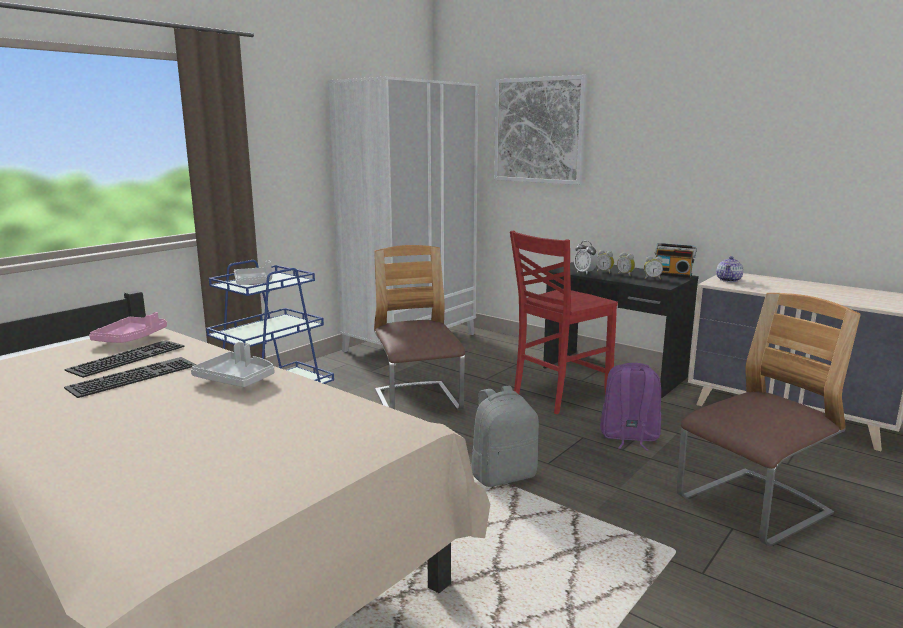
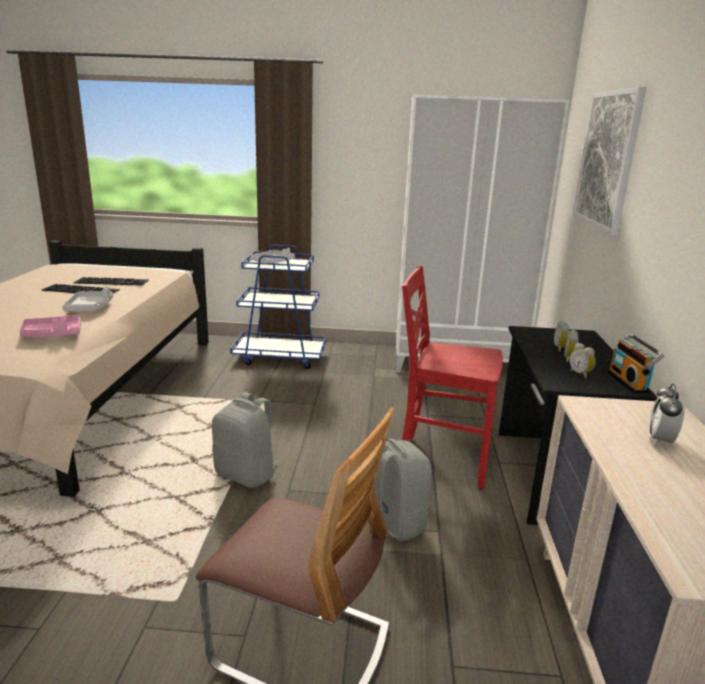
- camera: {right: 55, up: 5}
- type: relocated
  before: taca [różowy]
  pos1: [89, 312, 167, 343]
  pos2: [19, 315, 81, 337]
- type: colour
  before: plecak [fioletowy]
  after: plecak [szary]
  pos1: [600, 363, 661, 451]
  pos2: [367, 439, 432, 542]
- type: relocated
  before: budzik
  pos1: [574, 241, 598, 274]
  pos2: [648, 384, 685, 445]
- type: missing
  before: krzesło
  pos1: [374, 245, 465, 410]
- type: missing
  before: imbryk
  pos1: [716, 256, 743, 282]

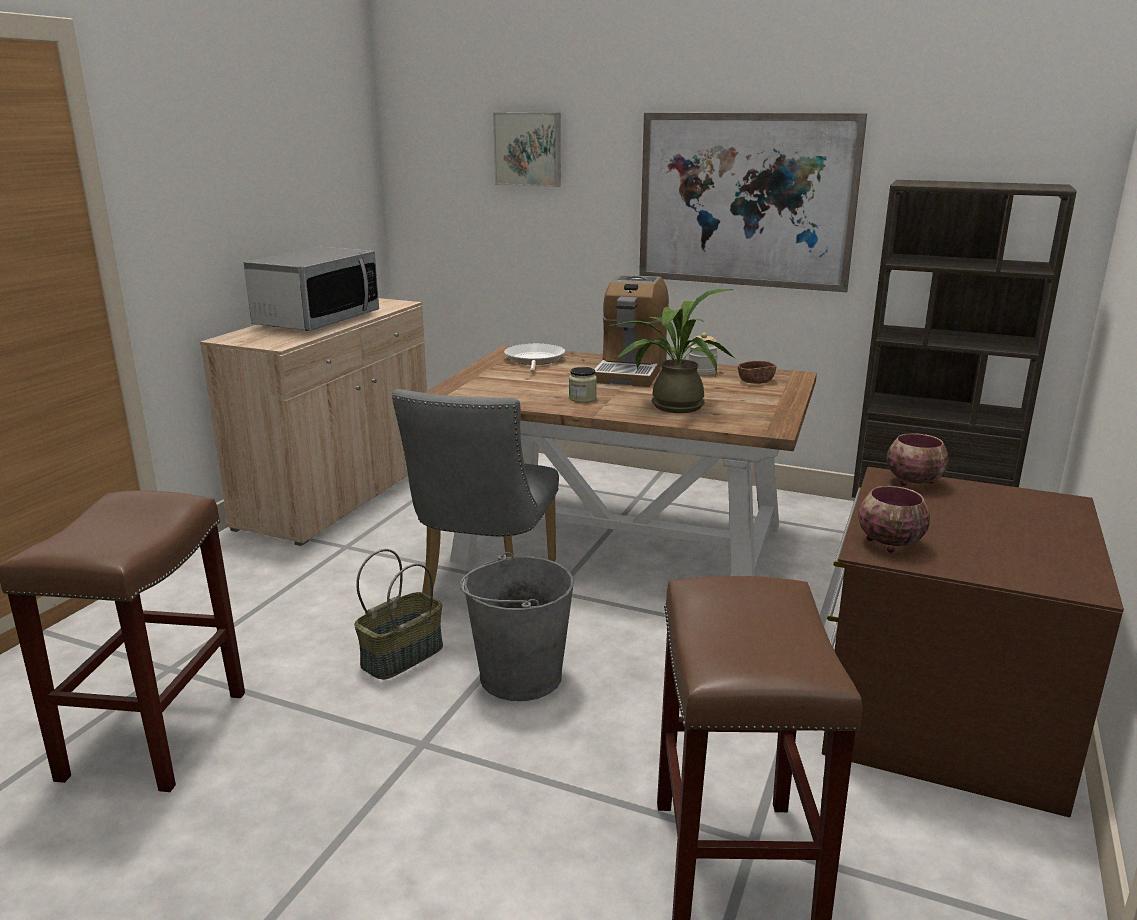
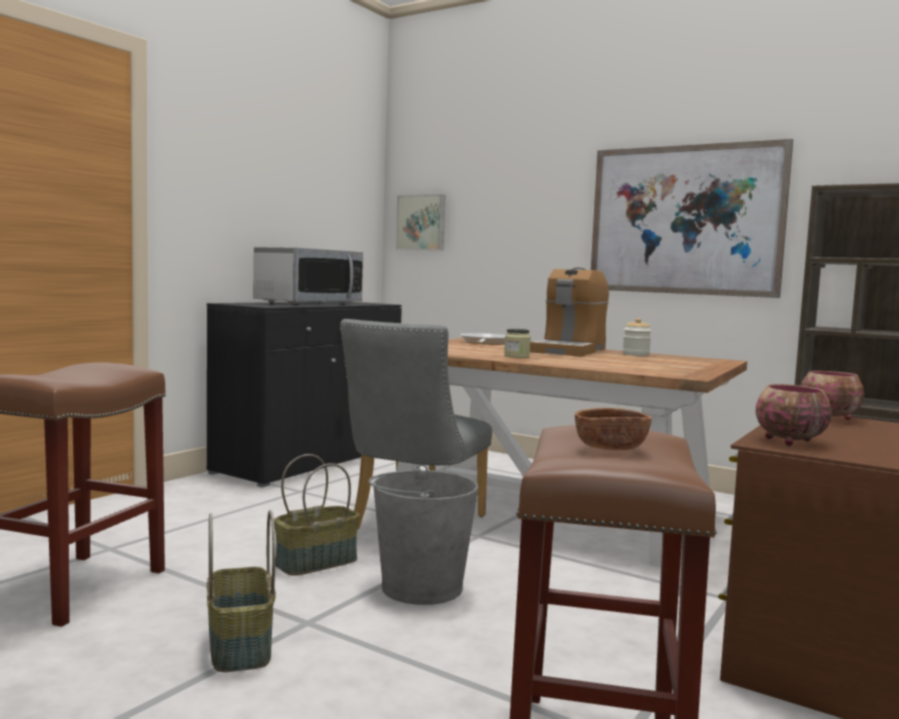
- camera: {right: 10, up: -15}
- type: colour
  before: szafka [beżowy]
  after: szafka [czarny]
  pos1: [200, 298, 427, 546]
  pos2: [206, 301, 402, 487]
- type: appeared
  after: koszyk
  pos2: [207, 510, 276, 672]
- type: relocated
  before: obraz
  pos1: [493, 113, 561, 187]
  pos2: [396, 194, 446, 250]
- type: relocated
  before: miska [brązowy]
  pos1: [738, 361, 776, 384]
  pos2: [575, 408, 652, 450]
- type: missing
  before: roślina doniczkowa
  pos1: [609, 289, 735, 413]

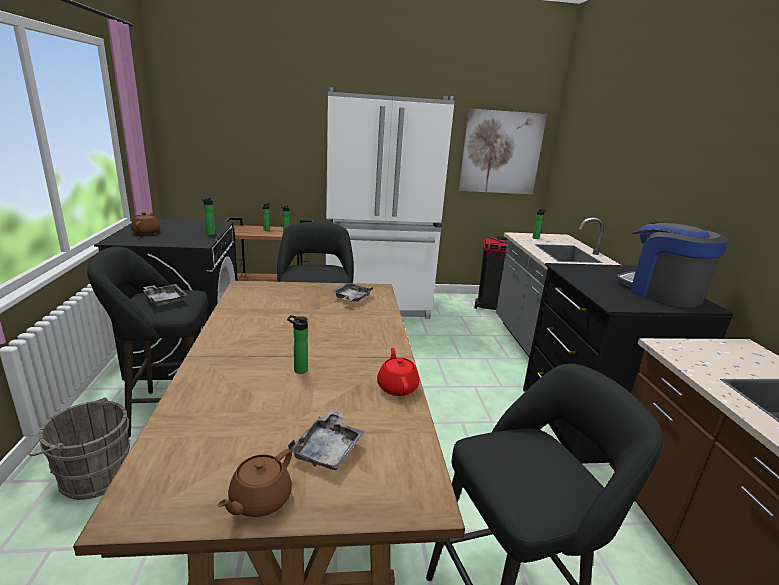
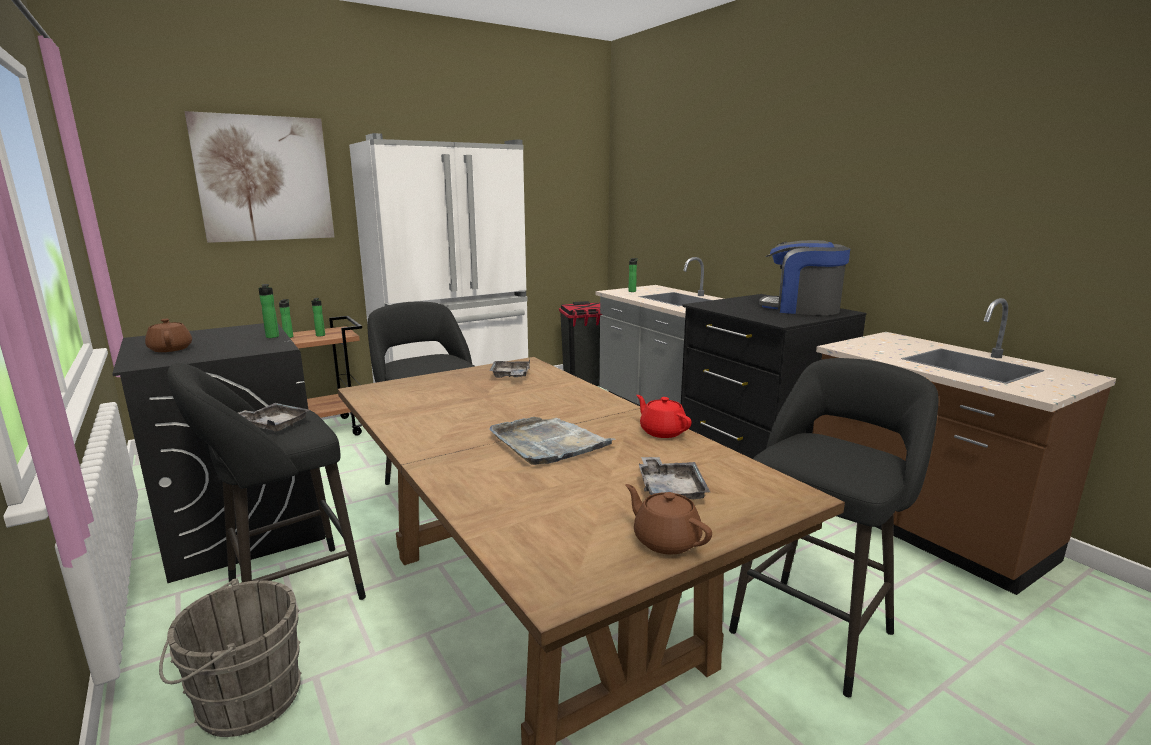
- camera: {right: -25, up: -5}
- type: relocated
  before: obraz
  pos1: [459, 108, 547, 194]
  pos2: [185, 111, 334, 243]
- type: exchanged
  before: butelka
  after: taca [szary]
  pos1: [287, 315, 308, 374]
  pos2: [489, 417, 616, 465]
- type: spun
  before: imbryk [brązowy]
  pos1: [217, 449, 292, 517]
  pos2: [626, 484, 712, 555]
  turn: 135

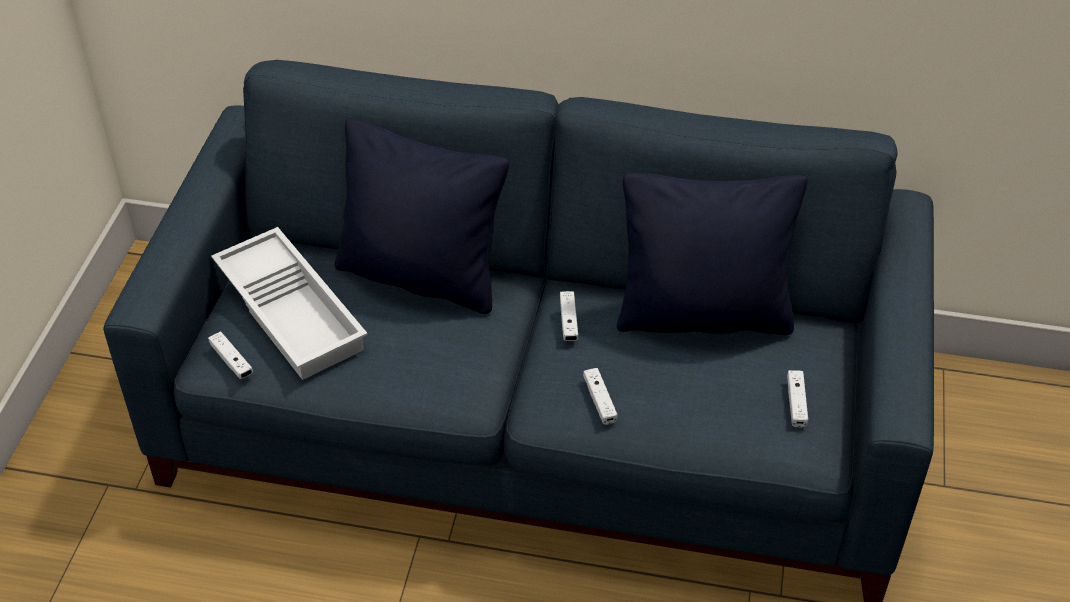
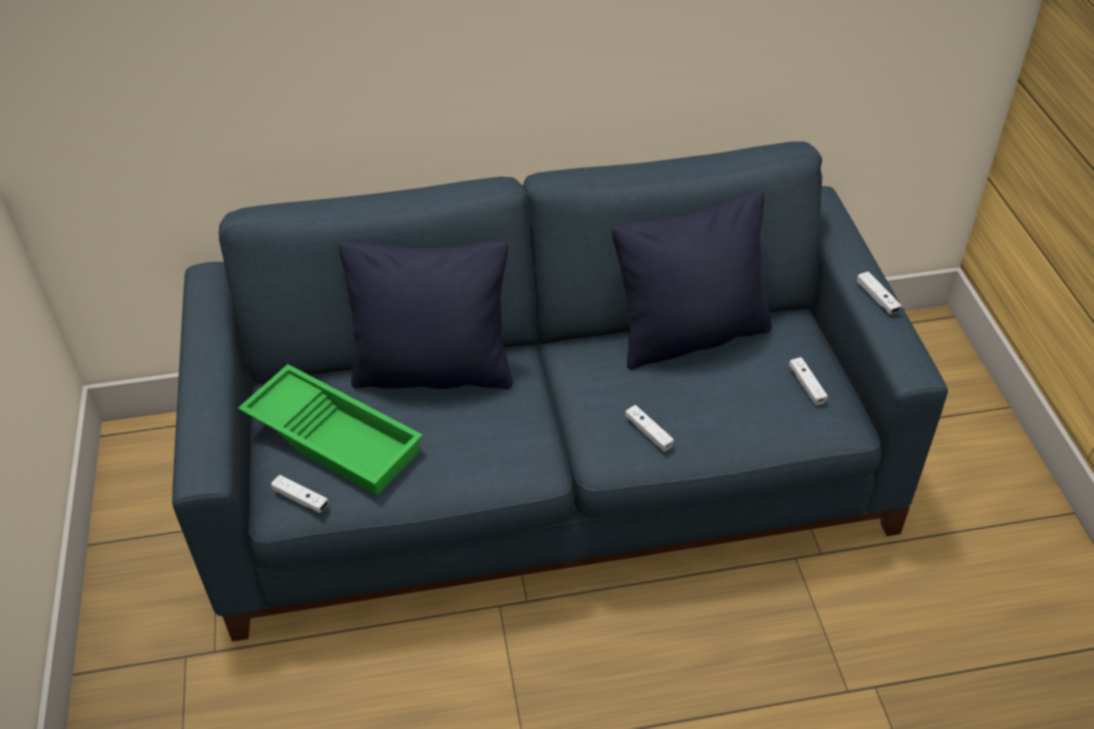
- camera: {right: -20, up: 0}
- type: colour
  before: taca [biały]
  after: taca [zielony]
  pos1: [211, 227, 368, 380]
  pos2: [238, 364, 423, 495]
- type: relocated
  before: pad do gier [biały]
  pos1: [560, 291, 578, 341]
  pos2: [857, 272, 902, 314]

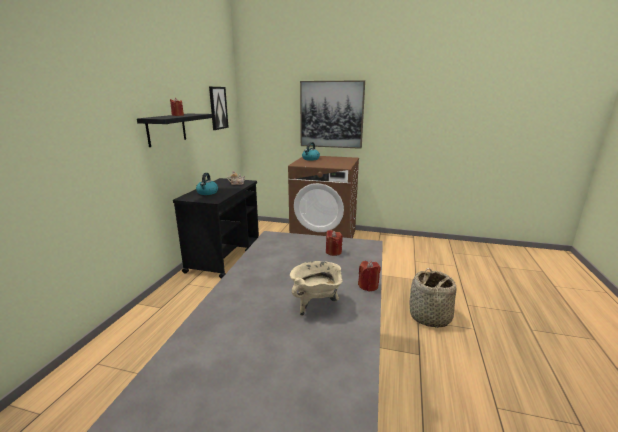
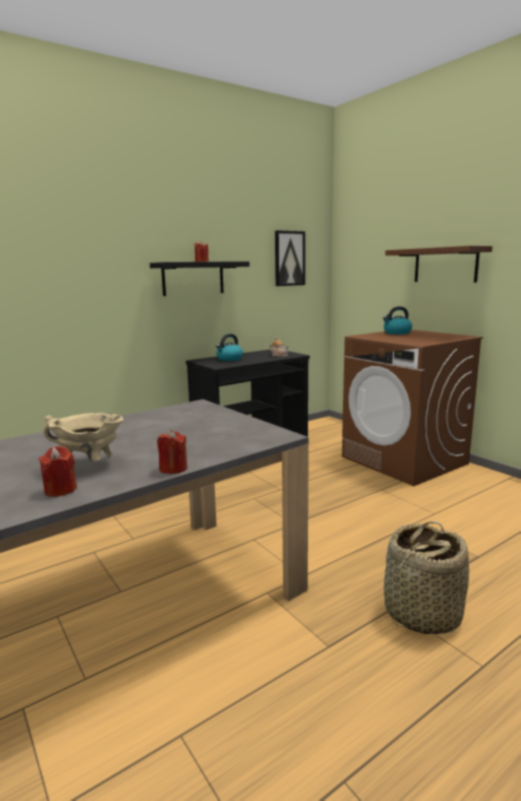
- camera: {right: 40, up: -5}
- type: relocated
  before: świeca [czerwony]
  pos1: [326, 230, 343, 256]
  pos2: [39, 446, 77, 497]
- type: exchanged
  before: obraz
  after: półka [brązowy]
  pos1: [300, 80, 365, 149]
  pos2: [385, 246, 493, 282]

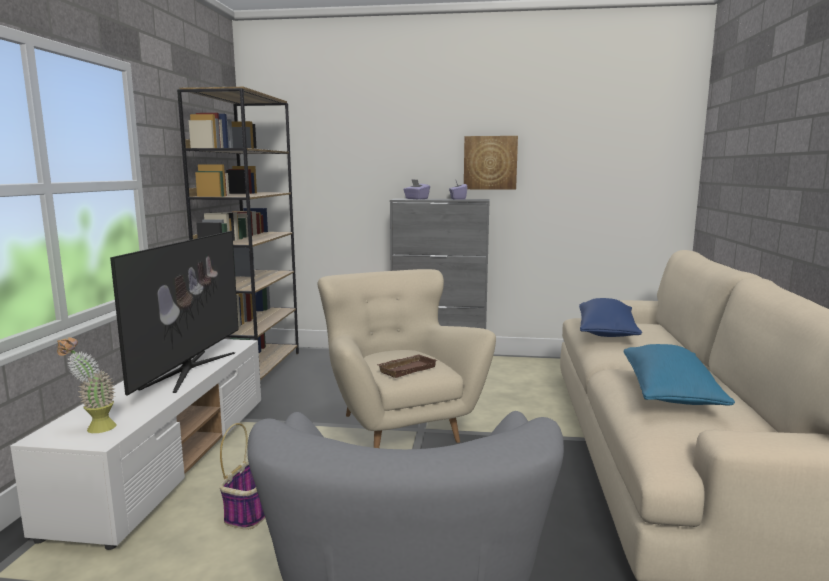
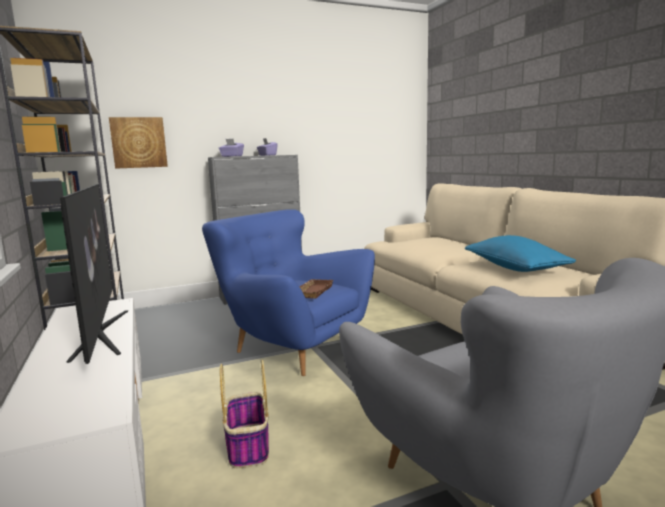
- camera: {right: -30, up: 0}
- type: relocated
  before: obraz
  pos1: [464, 136, 518, 190]
  pos2: [109, 117, 168, 169]
- type: colour
  before: fotel [beżowy]
  after: fotel [niebieski]
  pos1: [317, 269, 496, 448]
  pos2: [202, 209, 375, 376]
- type: missing
  before: roślina doniczkowa
  pos1: [57, 337, 117, 433]
- type: missing
  before: poduszka [niebieski]
  pos1: [579, 298, 642, 337]

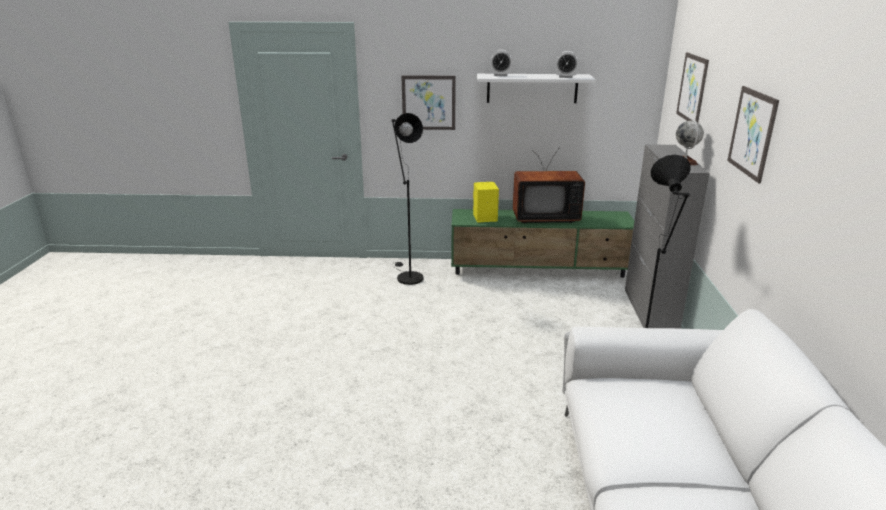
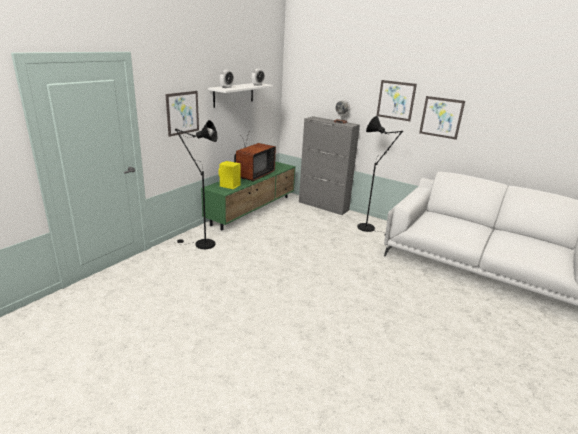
- camera: {right: -60, up: 0}
- type: relocated
  before: obraz
  pos1: [676, 52, 709, 122]
  pos2: [419, 96, 465, 140]

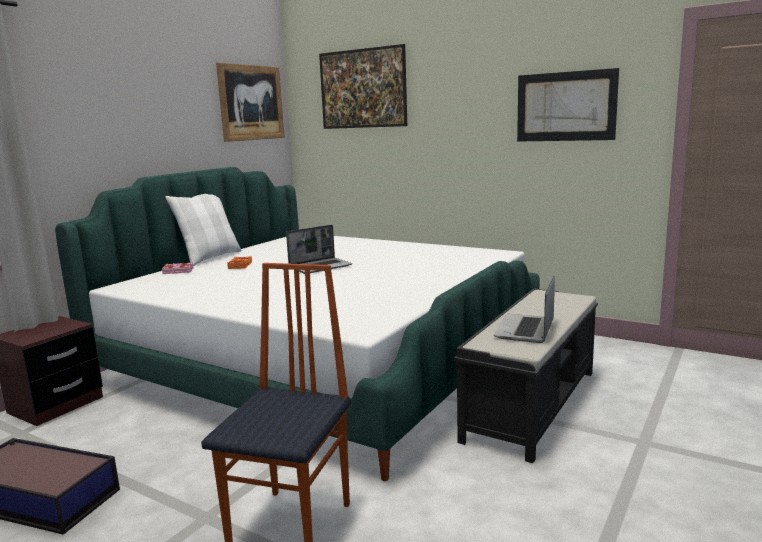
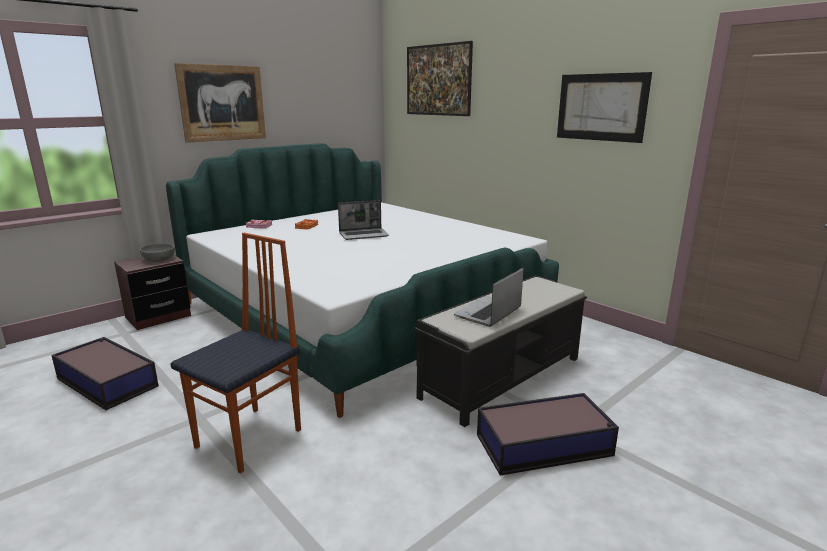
- camera: {right: 15, up: 5}
- type: appeared
  after: miska [szary]
  pos2: [140, 243, 175, 262]
- type: relocated
  before: obraz
  pos1: [216, 63, 285, 142]
  pos2: [174, 63, 266, 143]
- type: appeared
  after: pojemnik do przechowywania
  pos2: [477, 393, 619, 476]
- type: missing
  before: poduszka [biały]
  pos1: [165, 194, 241, 266]

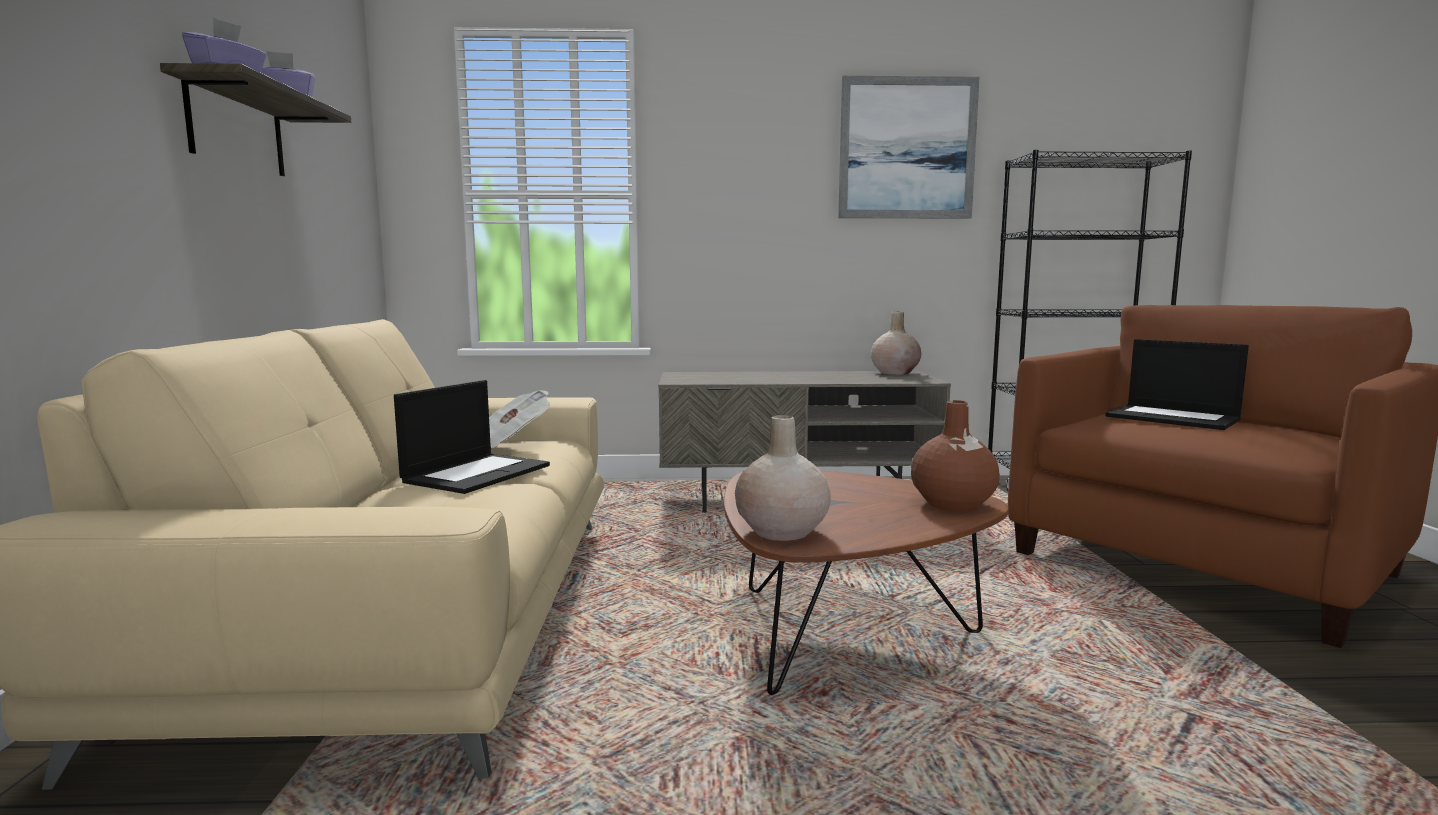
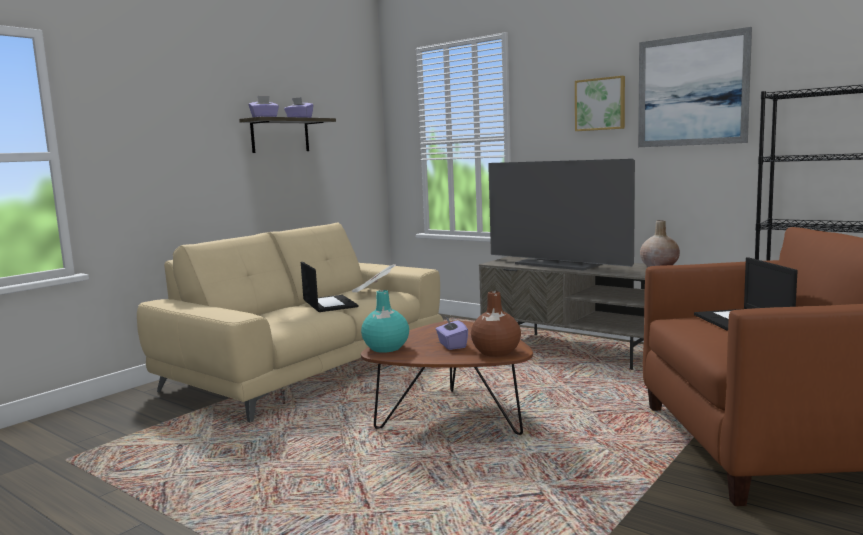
- camera: {right: 40, up: 0}
- type: spun
  before: laptop
  pos1: [394, 380, 550, 494]
  pos2: [301, 262, 359, 312]
  turn: -90
- type: colour
  before: wazon [beżowy]
  after: wazon [turkusowy]
  pos1: [735, 415, 831, 541]
  pos2: [361, 290, 409, 353]
- type: appeared
  after: pudełko chusteczek [fioletowy]
  pos2: [436, 317, 468, 350]
- type: appeared
  after: telewizor
  pos2: [488, 159, 635, 271]
- type: appeared
  after: obraz
  pos2: [575, 76, 625, 131]

